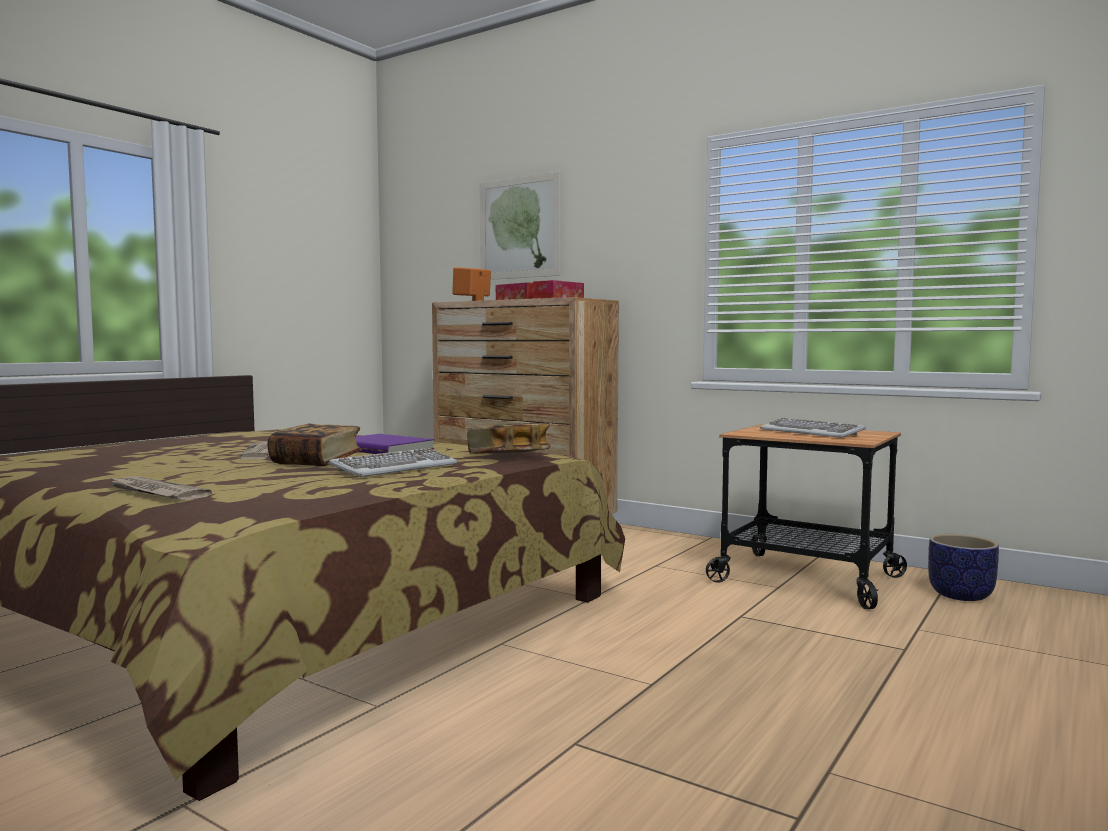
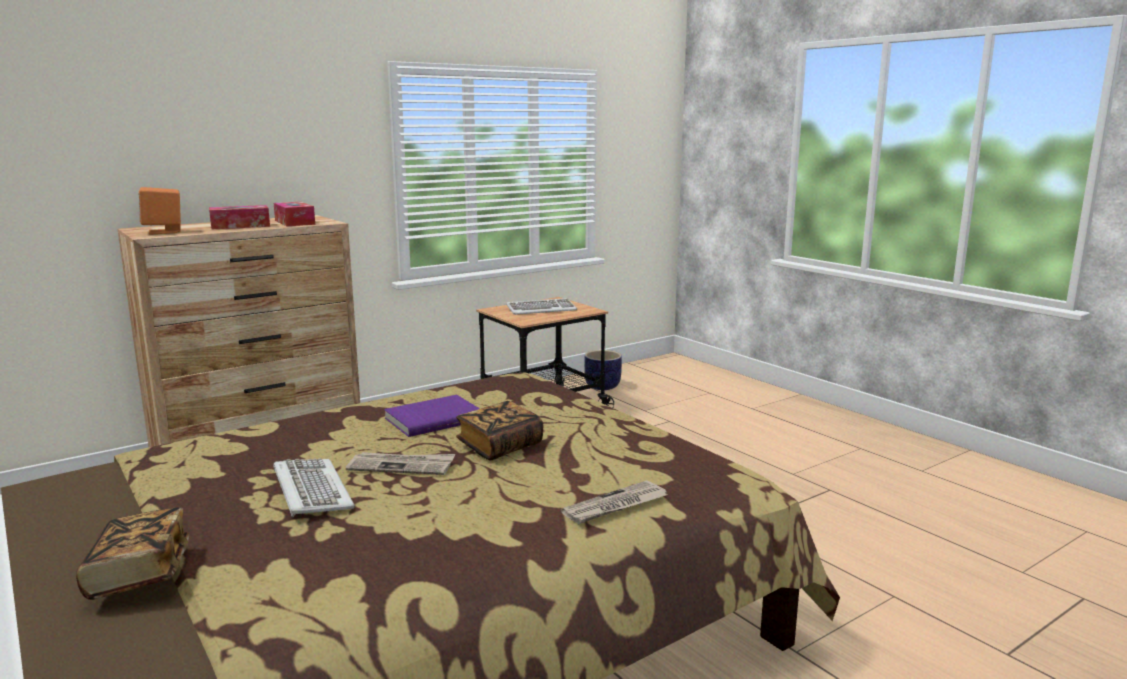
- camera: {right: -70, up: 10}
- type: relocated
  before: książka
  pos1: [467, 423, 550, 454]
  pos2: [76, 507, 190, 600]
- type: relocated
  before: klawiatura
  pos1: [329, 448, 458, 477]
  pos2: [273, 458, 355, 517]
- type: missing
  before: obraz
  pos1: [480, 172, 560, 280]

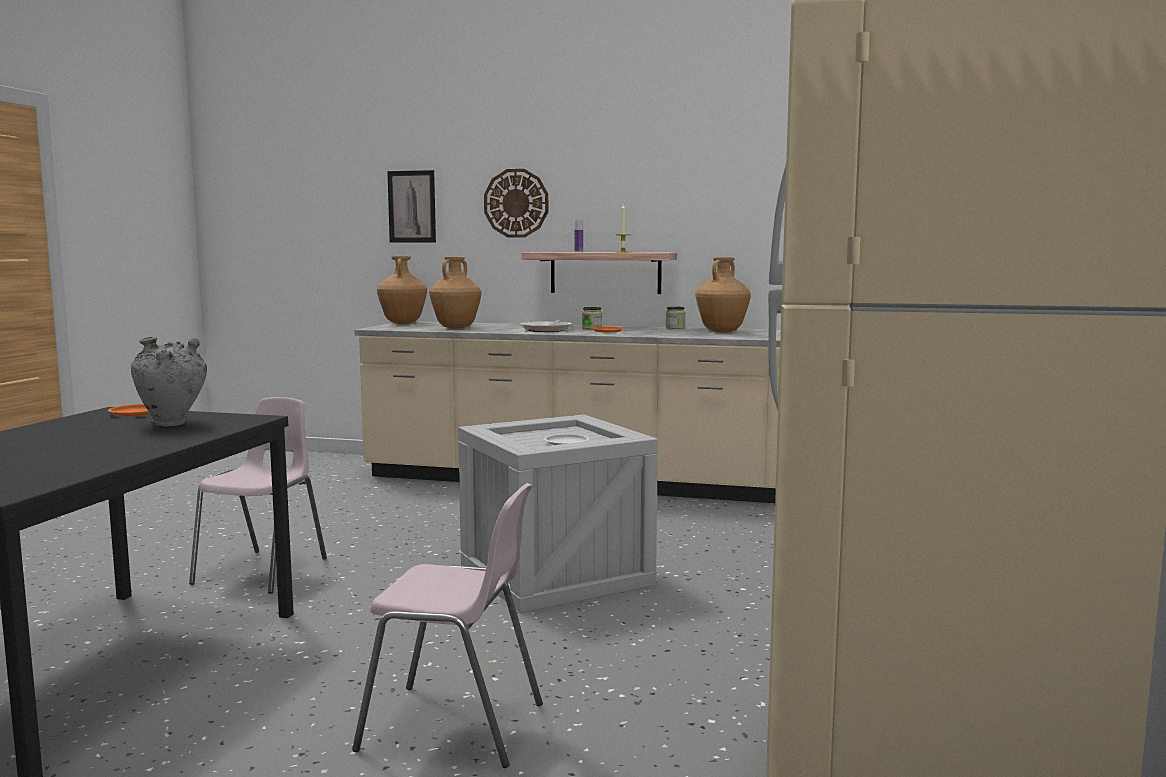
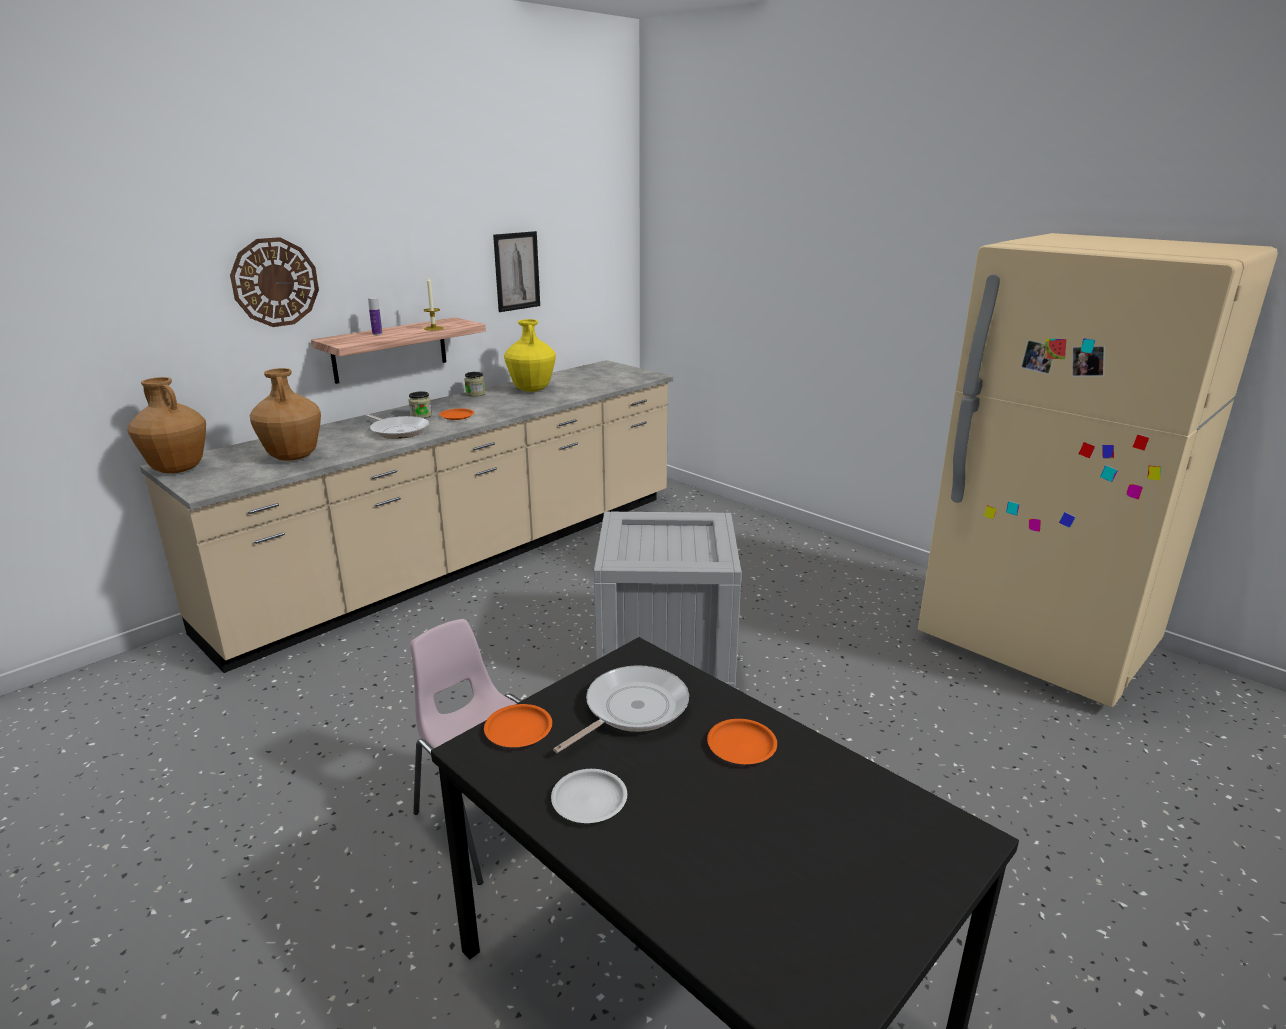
- camera: {right: -60, up: 15}
- type: relocated
  before: obraz
  pos1: [387, 170, 436, 243]
  pos2: [493, 231, 540, 312]
- type: colour
  before: wazon [brązowy]
  after: wazon [żółty]
  pos1: [696, 258, 751, 333]
  pos2: [504, 319, 556, 392]
- type: relocated
  before: talerz [biały]
  pos1: [544, 434, 589, 445]
  pos2: [551, 769, 627, 823]
- type: exchanged
  before: wazon [szary]
  after: patelnia
  pos1: [131, 337, 207, 426]
  pos2: [553, 665, 689, 753]
- type: appeared
  after: talerz [pomarańczowy]
  pos2: [707, 719, 777, 764]
- type: missing
  before: krzesło [różowy]
  pos1: [352, 483, 543, 768]

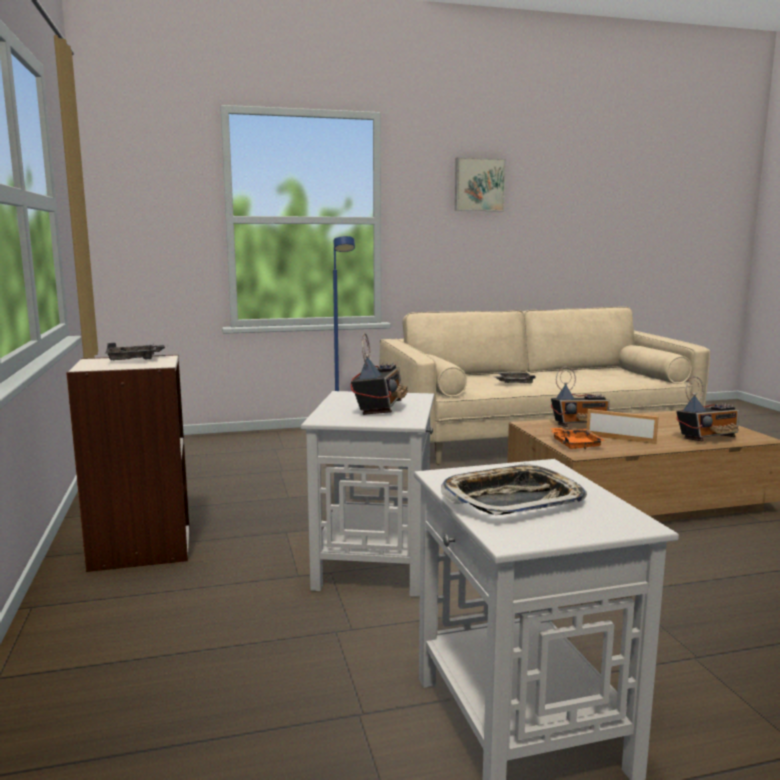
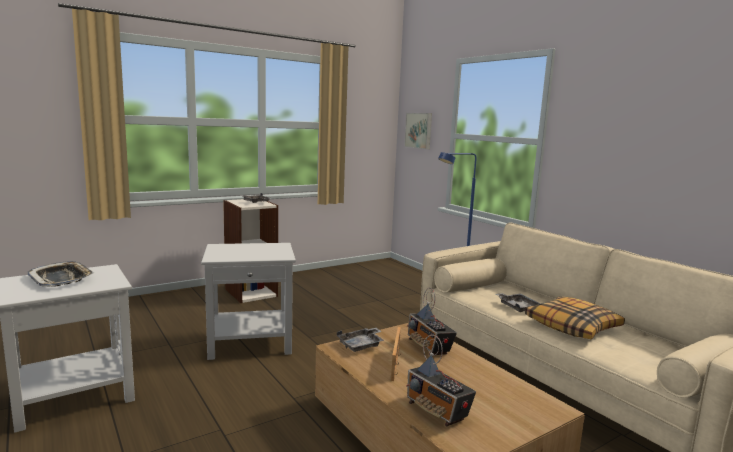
- camera: {right: 70, up: 0}
- type: colour
  before: taca [pomarańczowy]
  after: taca [szary]
  pos1: [550, 428, 605, 449]
  pos2: [337, 328, 384, 352]
- type: relocated
  before: obraz
  pos1: [455, 157, 506, 211]
  pos2: [404, 113, 432, 149]
- type: appeared
  after: poduszka
  pos2: [525, 296, 625, 339]
- type: missing
  before: radio
  pos1: [351, 333, 408, 415]

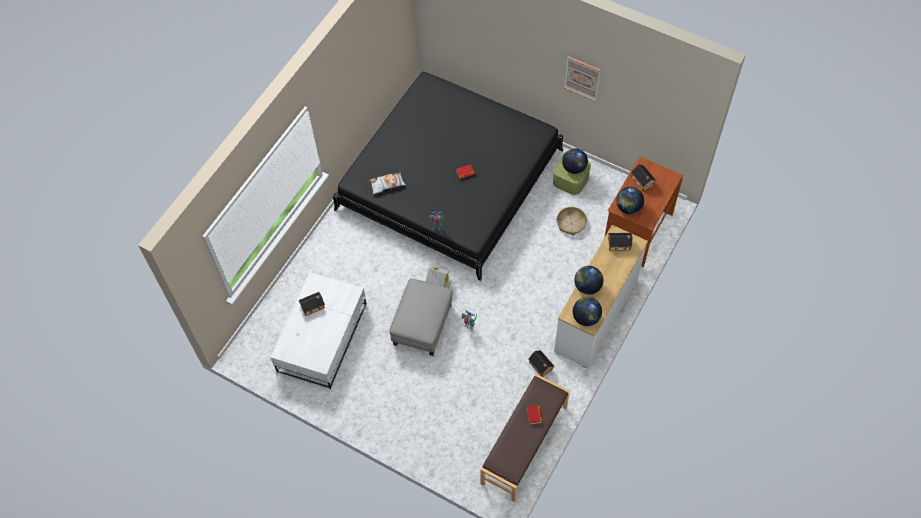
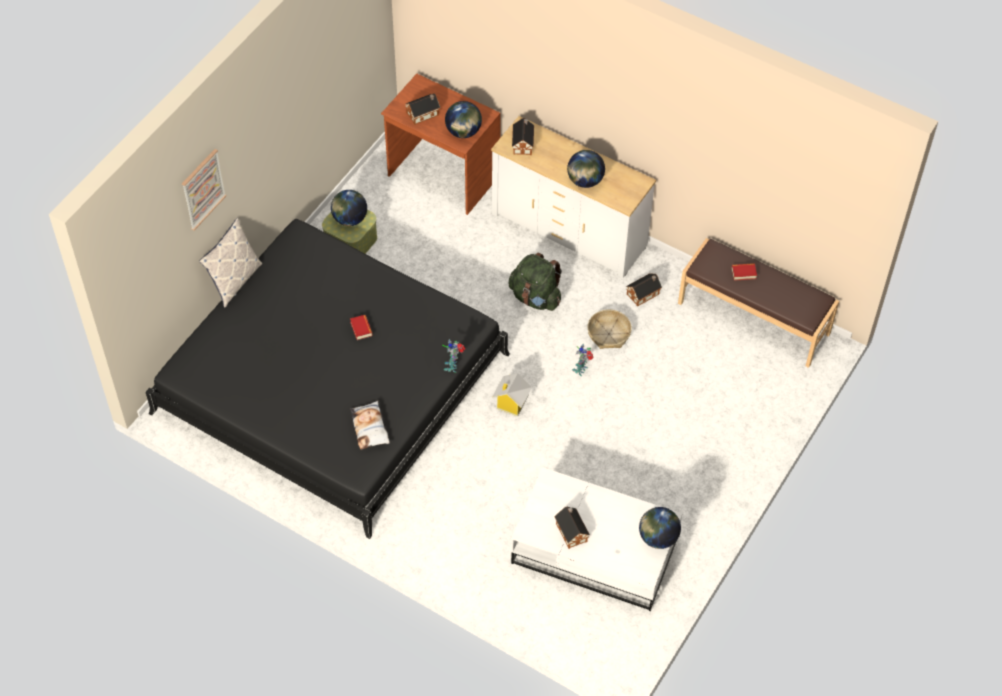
- camera: {right: -90, up: -5}
- type: relocated
  before: obraz
  pos1: [564, 56, 601, 101]
  pos2: [182, 149, 226, 230]
- type: appeared
  after: poduszka
  pos2: [199, 218, 262, 308]
- type: appeared
  after: plecak [zielony]
  pos2: [509, 253, 562, 311]
- type: relocated
  before: koszyk
  pos1: [557, 207, 587, 236]
  pos2: [588, 310, 632, 349]
- type: relocated
  before: globus
  pos1: [573, 297, 602, 326]
  pos2: [639, 507, 681, 549]
- type: missing
  before: pufa [szary]
  pos1: [389, 279, 453, 356]

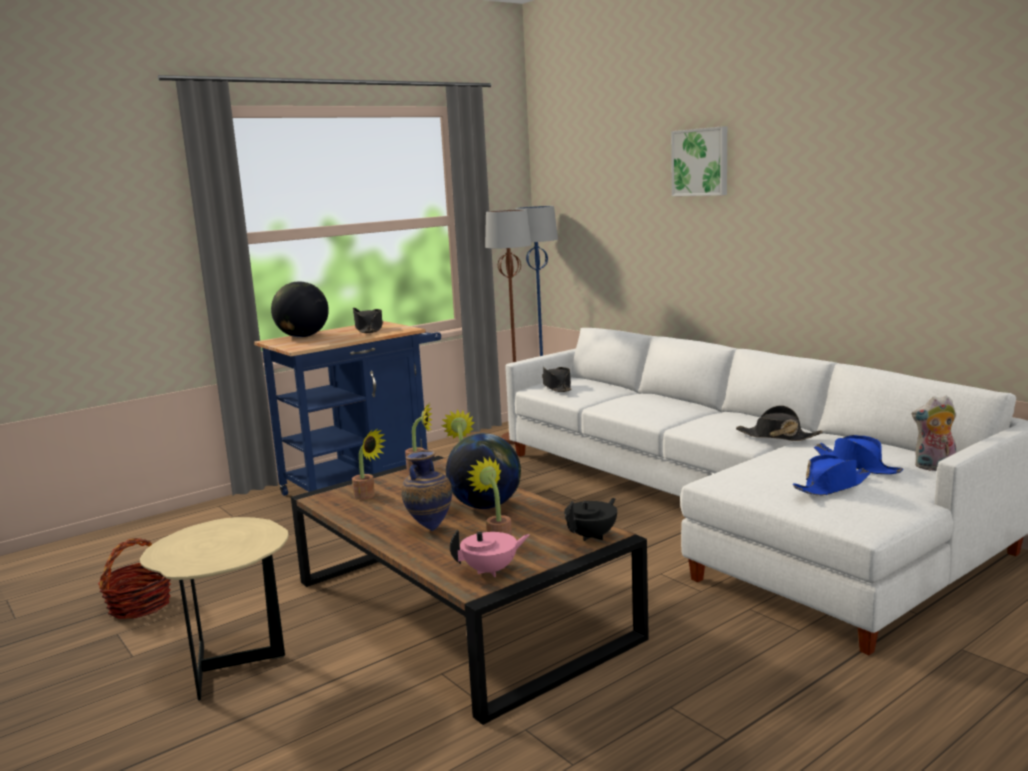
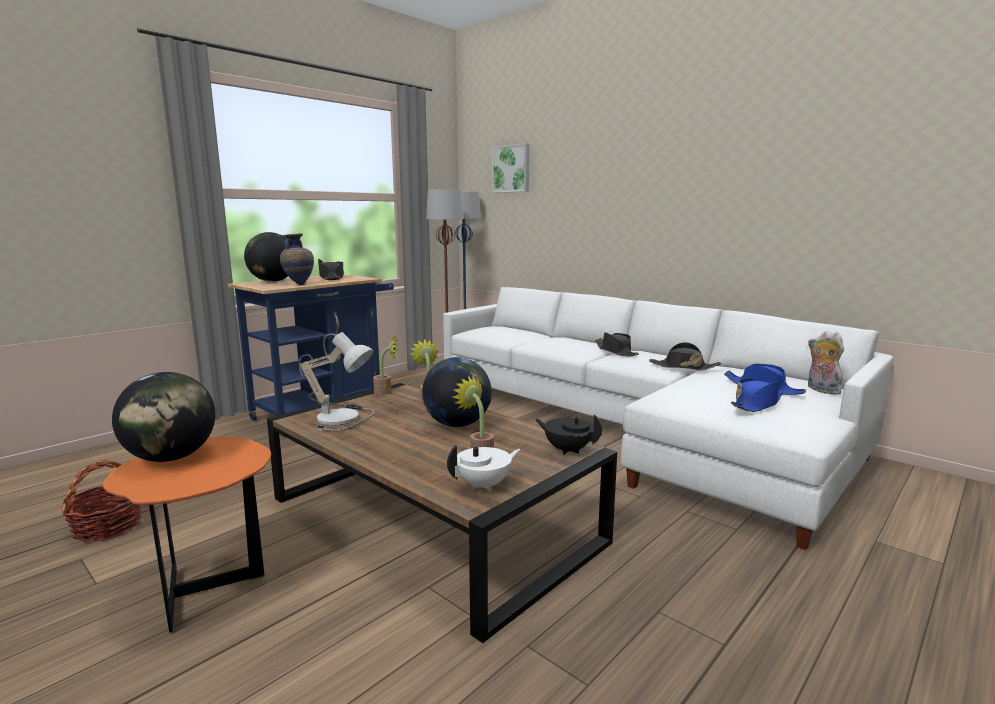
- camera: {right: -10, up: 0}
- type: colour
  before: stolik [beżowy]
  after: stolik [pomarańczowy]
  pos1: [140, 517, 289, 701]
  pos2: [103, 437, 271, 633]
- type: appeared
  after: globus
  pos2: [112, 372, 216, 462]
- type: relocated
  before: wazon
  pos1: [401, 450, 452, 531]
  pos2: [280, 233, 314, 285]
- type: exchanged
  before: roślina doniczkowa
  after: lampa stołowa
  pos1: [352, 429, 386, 500]
  pos2: [299, 332, 375, 431]
- type: colour
  before: imbryk [różowy]
  after: imbryk [biały]
  pos1: [450, 530, 530, 577]
  pos2: [447, 445, 521, 492]
- type: relocated
  before: obraz
  pos1: [671, 126, 727, 196]
  pos2: [492, 143, 529, 193]
- type: spun
  before: imbryk [czarny]
  pos1: [564, 498, 617, 541]
  pos2: [535, 414, 602, 455]
  turn: -90
- type: relocated
  before: kapelusz [czarny]
  pos1: [542, 367, 571, 392]
  pos2: [595, 332, 639, 356]
- type: spun
  before: pluszak
  pos1: [912, 395, 956, 471]
  pos2: [808, 331, 844, 395]
  turn: 60

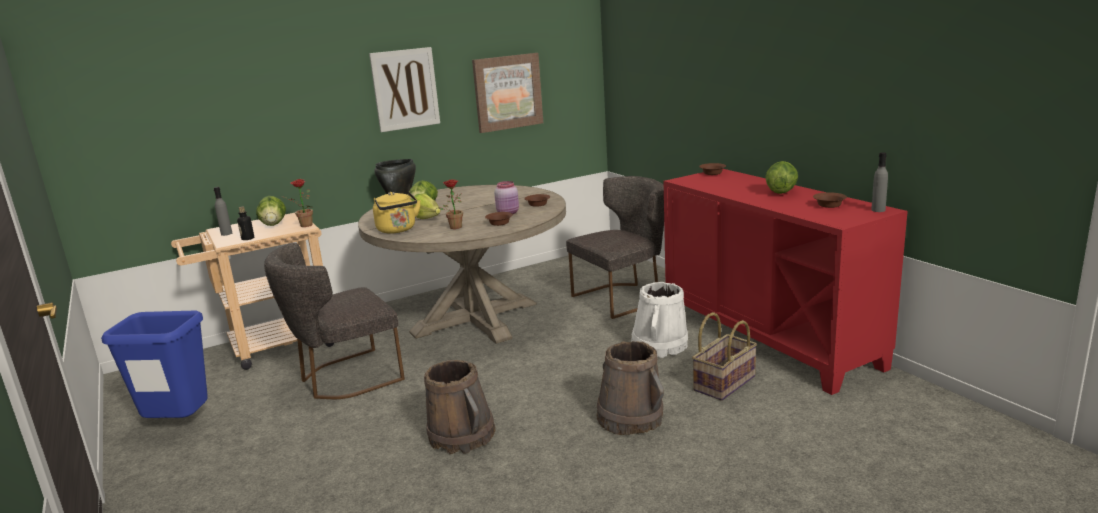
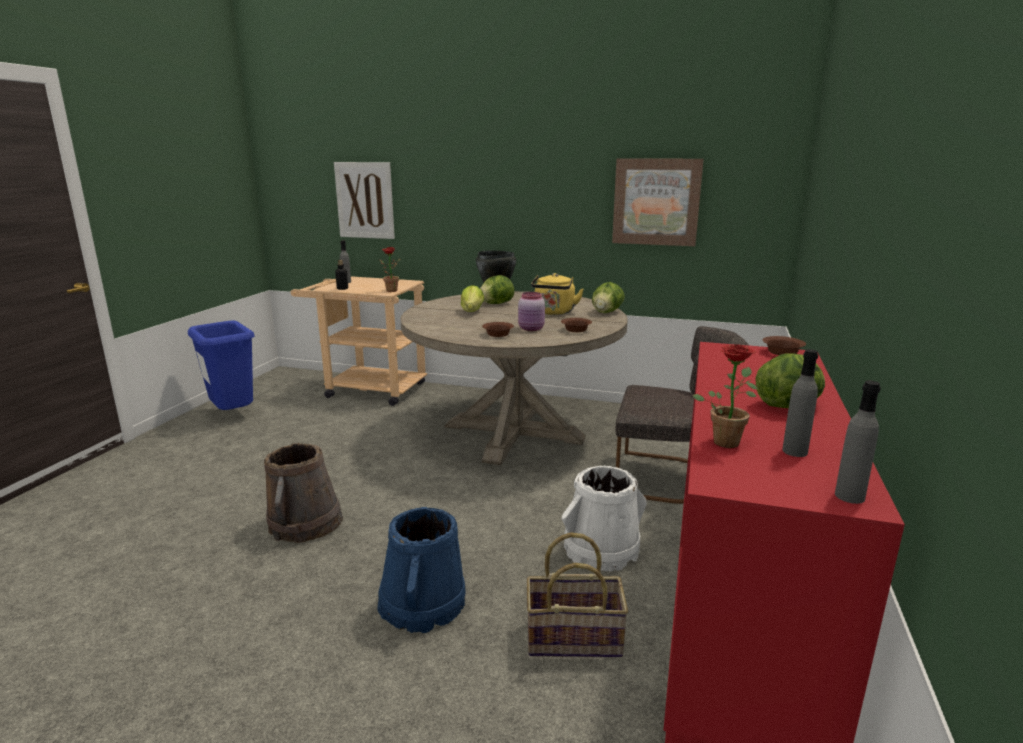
- camera: {right: 45, up: 0}
- type: relocated
  before: obraz
  pos1: [369, 47, 440, 132]
  pos2: [334, 162, 395, 239]
- type: colour
  before: wiadro [brązowy]
  after: wiadro [niebieski]
  pos1: [596, 341, 664, 435]
  pos2: [378, 507, 466, 633]
- type: relocated
  before: czajnik [żółty]
  pos1: [373, 191, 421, 233]
  pos2: [531, 273, 584, 315]
- type: relocated
  before: sałata
  pos1: [256, 196, 286, 226]
  pos2: [592, 282, 625, 313]
- type: relocated
  before: roślina doniczkowa
  pos1: [439, 180, 463, 229]
  pos2: [692, 344, 758, 448]
- type: exchanged
  before: miska [brązowy]
  after: butelka [szary]
  pos1: [813, 192, 847, 208]
  pos2: [782, 349, 818, 457]
- type: missing
  before: krzesło [szary]
  pos1: [264, 243, 405, 399]

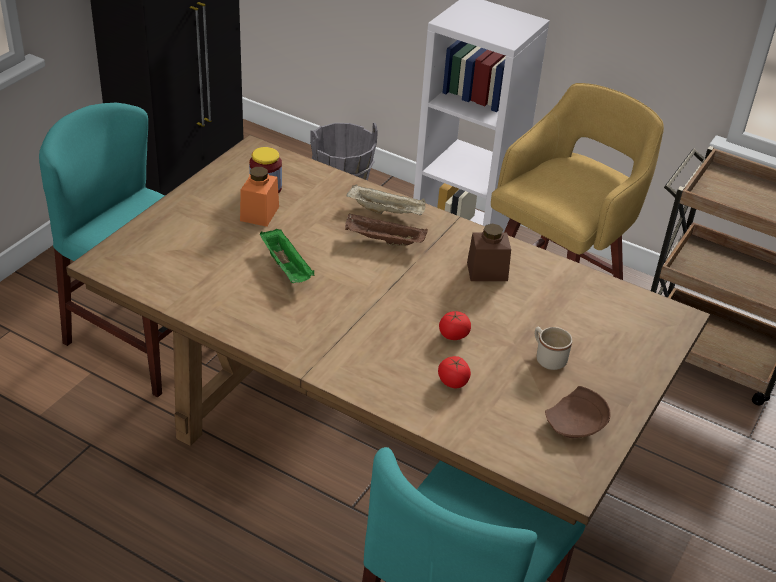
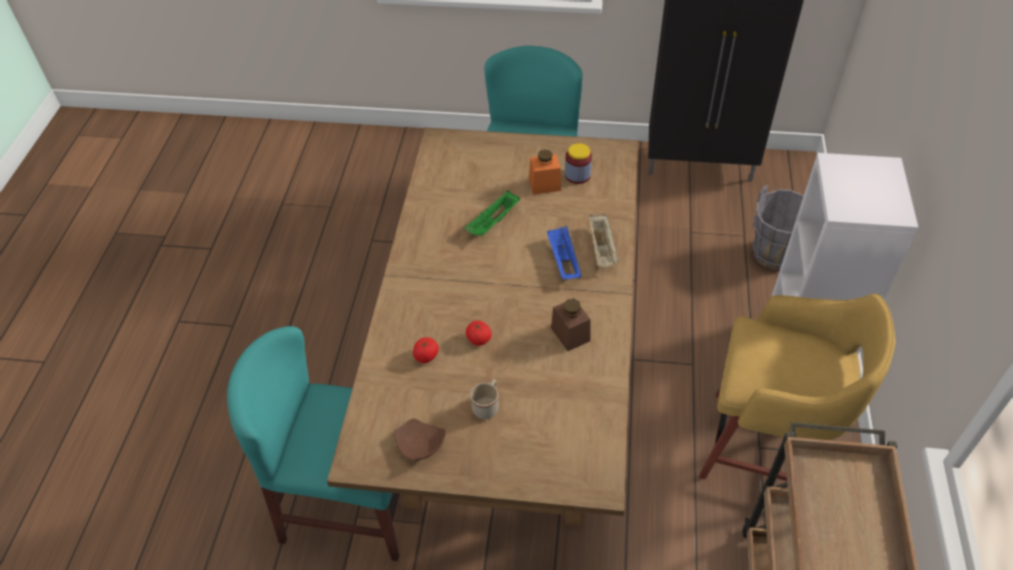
- camera: {right: 70, up: 10}
- type: colour
  before: taca [brązowy]
  after: taca [niebieski]
  pos1: [345, 213, 428, 246]
  pos2: [547, 226, 581, 279]

